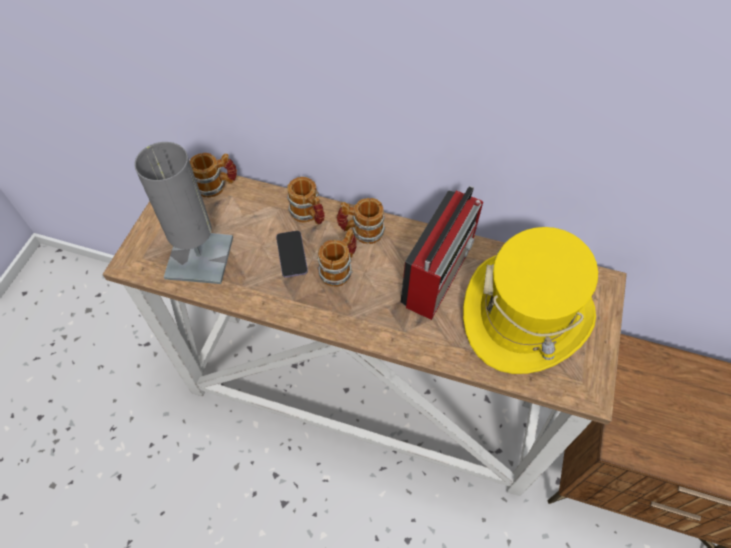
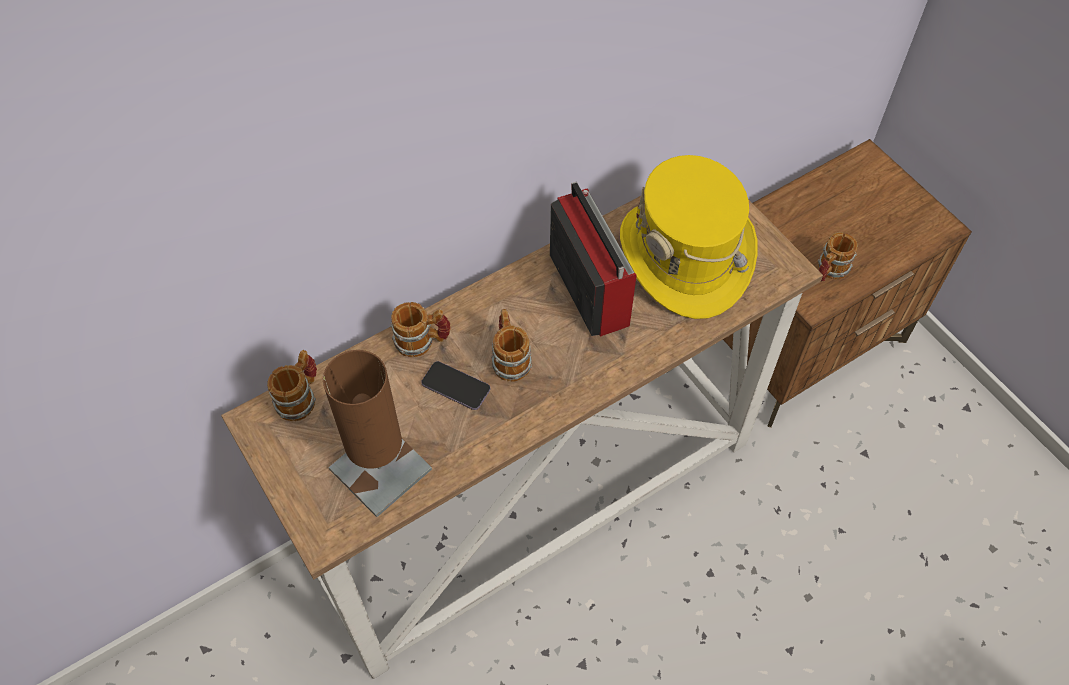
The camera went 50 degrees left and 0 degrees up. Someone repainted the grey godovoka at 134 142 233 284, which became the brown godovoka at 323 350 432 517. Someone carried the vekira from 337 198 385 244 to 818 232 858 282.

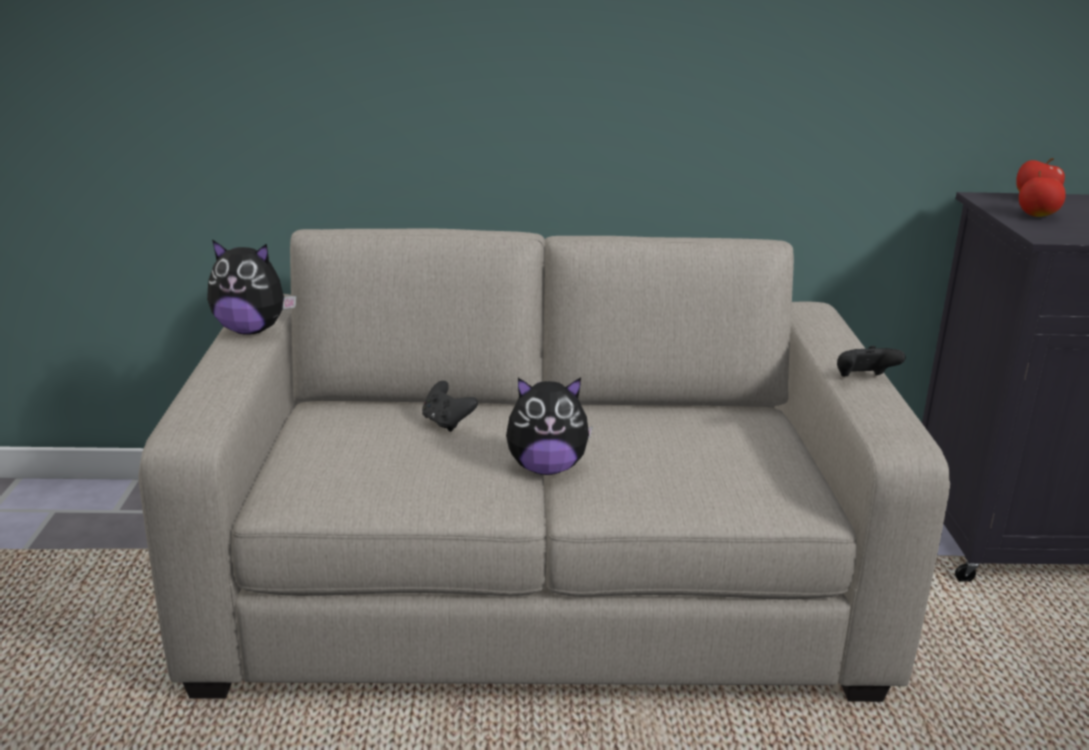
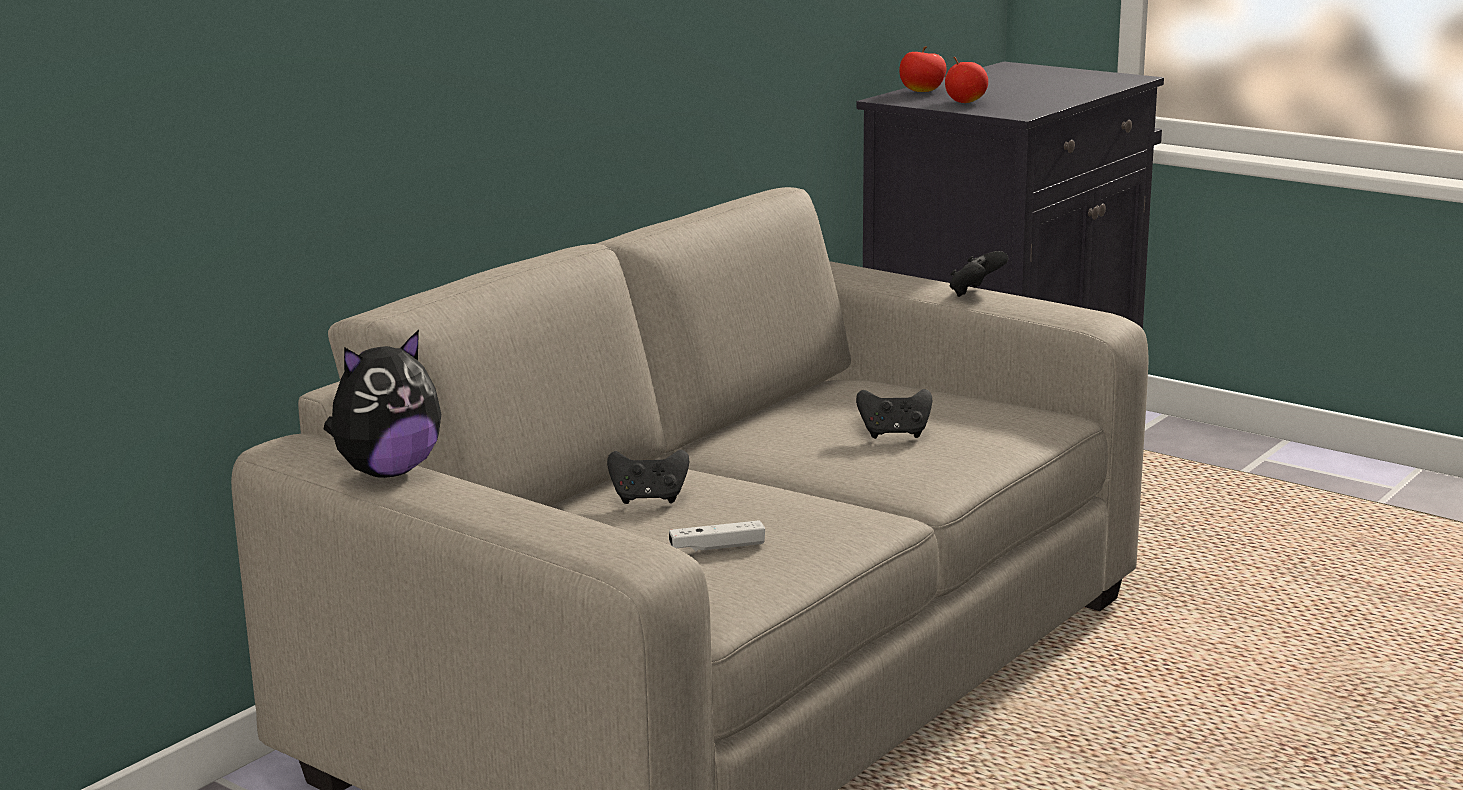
The camera went 50 degrees left and 5 degrees down. Someone took away the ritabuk at 506 378 593 475. Someone put down the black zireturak at 856 389 933 439. Someone put down the white zireturak at 669 520 765 551.

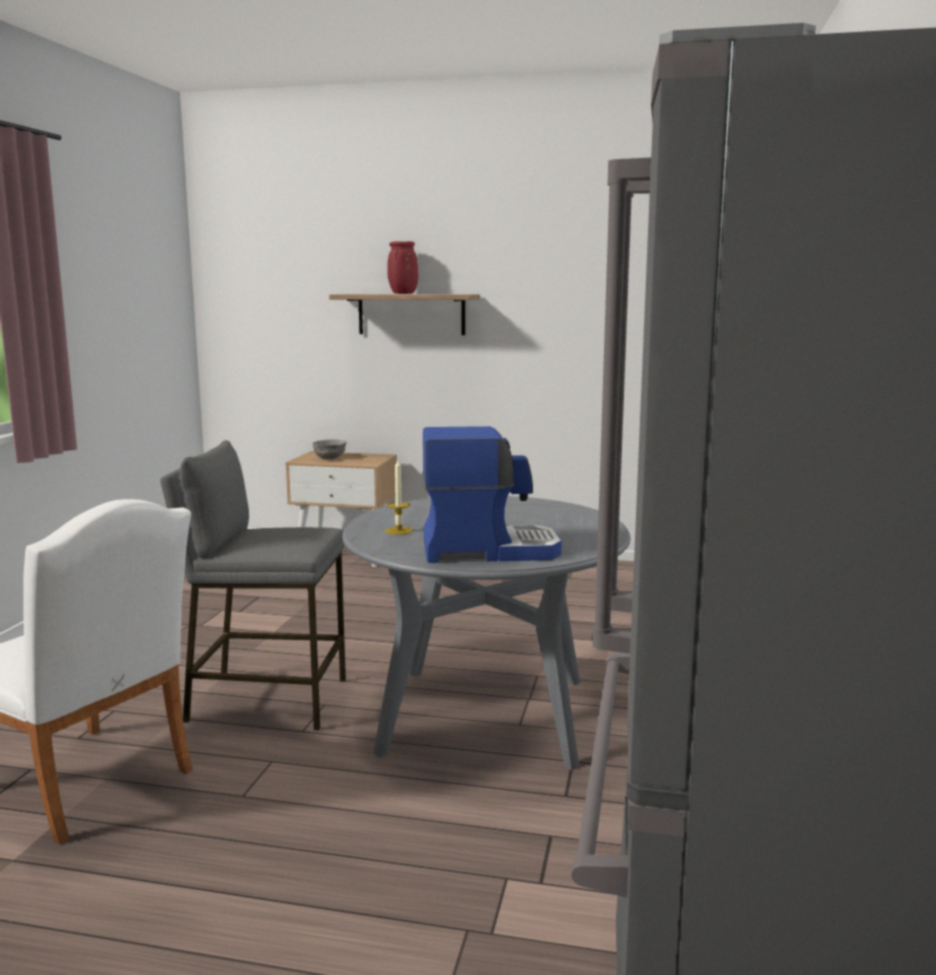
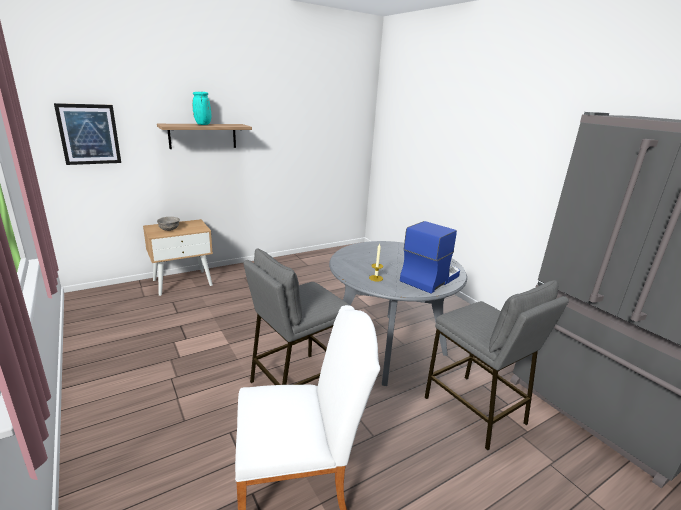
The camera went 45 degrees left and 10 degrees up. Someone repainted the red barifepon at 387 241 418 294, which became the turquoise barifepon at 192 92 211 125. Someone put up the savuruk at 54 103 121 165. Someone put down the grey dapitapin at 425 280 569 450.

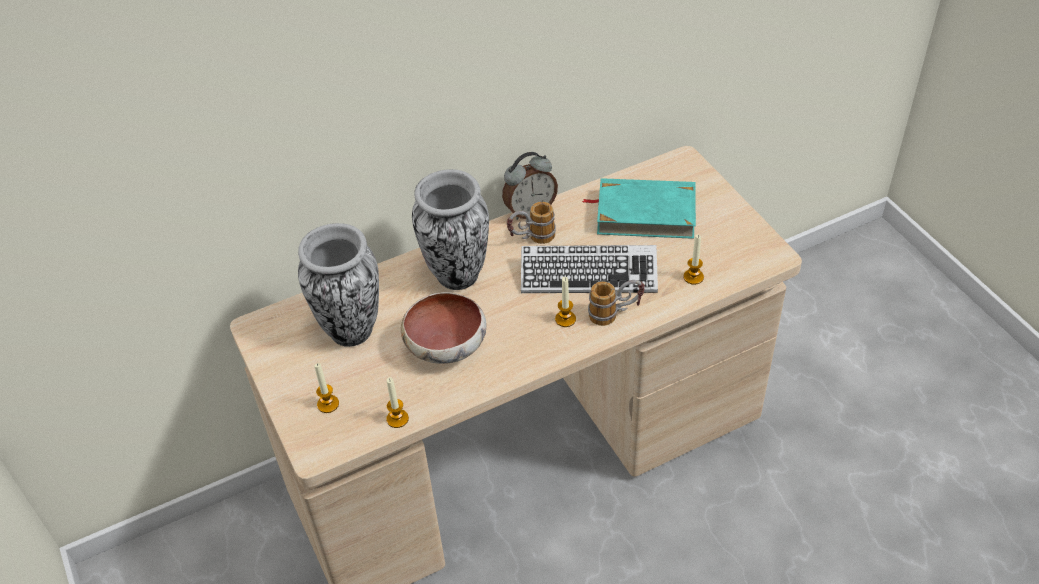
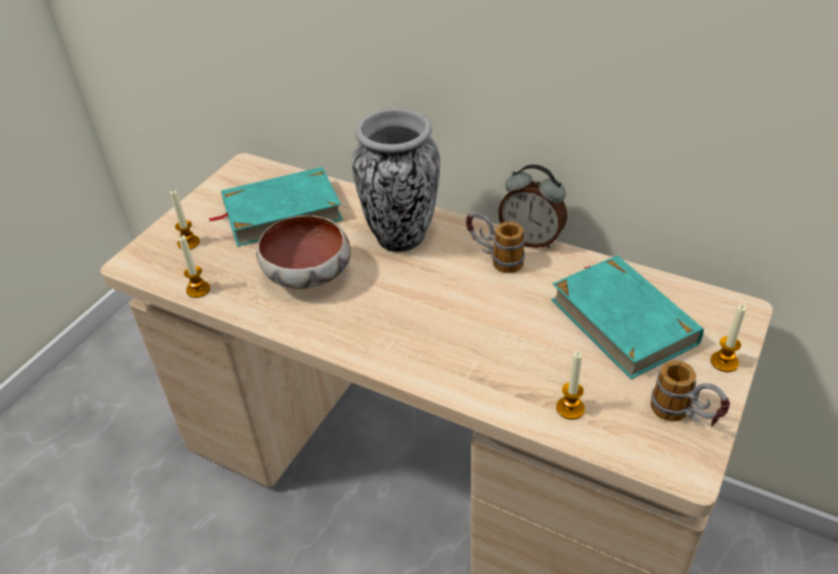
The camera went 55 degrees right and 5 degrees down. Someone swapped the barifepon at 298 223 379 347 for the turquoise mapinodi at 208 167 343 247. Someone took away the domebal at 521 245 658 293. Someone carried the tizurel from 555 277 576 327 to 711 304 746 372. Someone carried the vekira from 588 280 645 326 to 650 361 730 427.

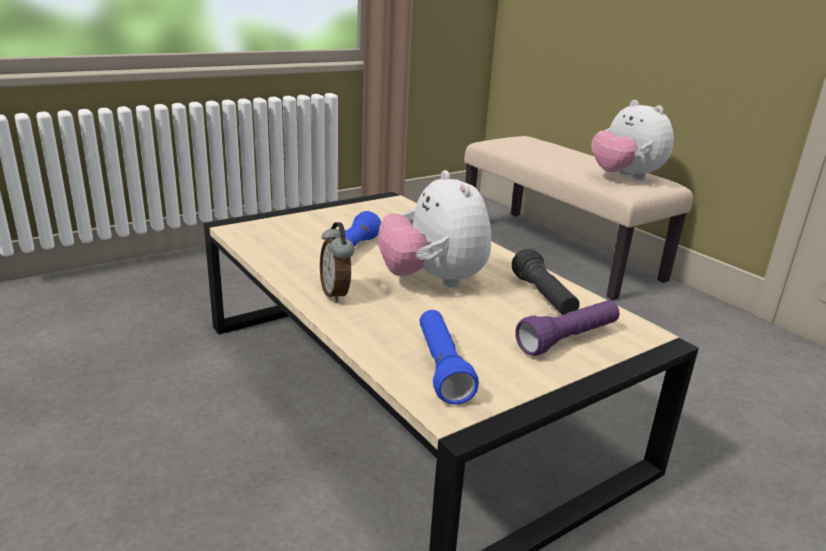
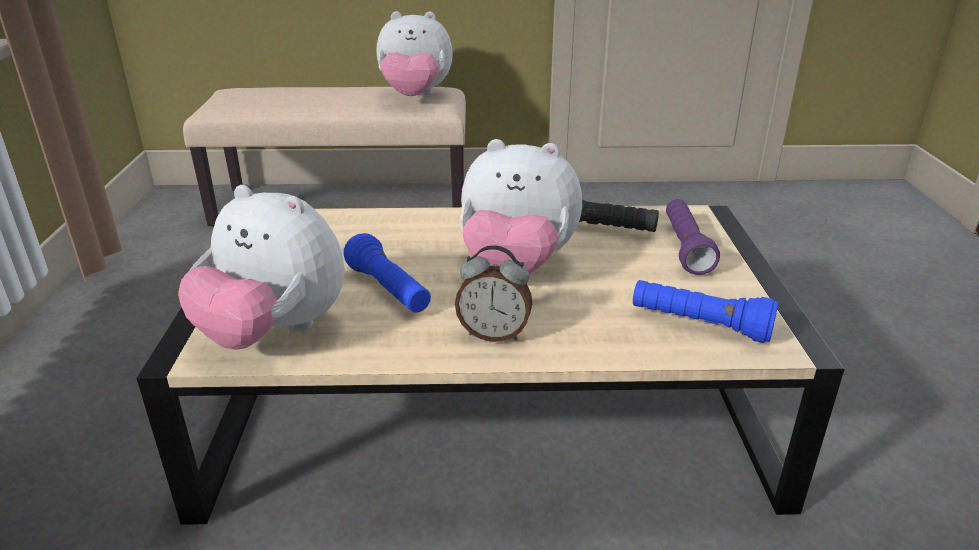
The camera went 55 degrees left and 5 degrees up. Someone put down the ritabuk at 178 185 344 350.

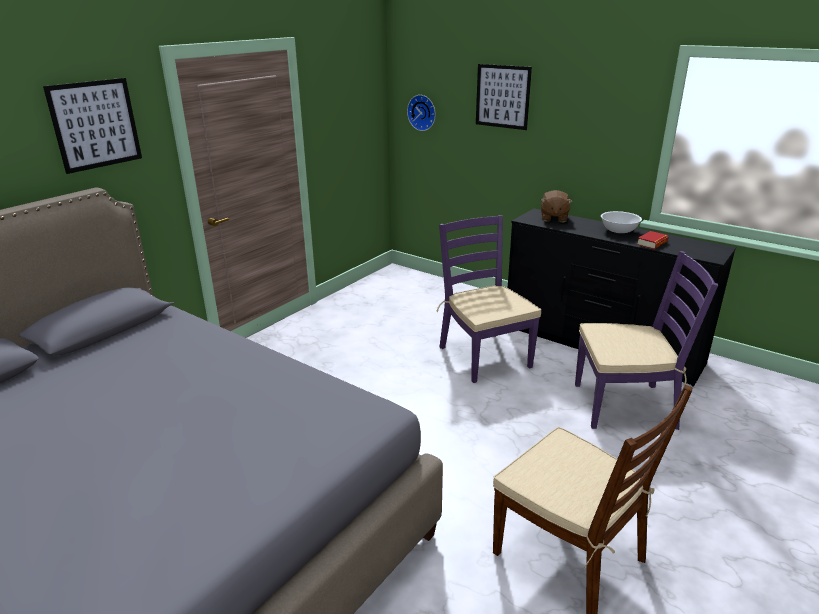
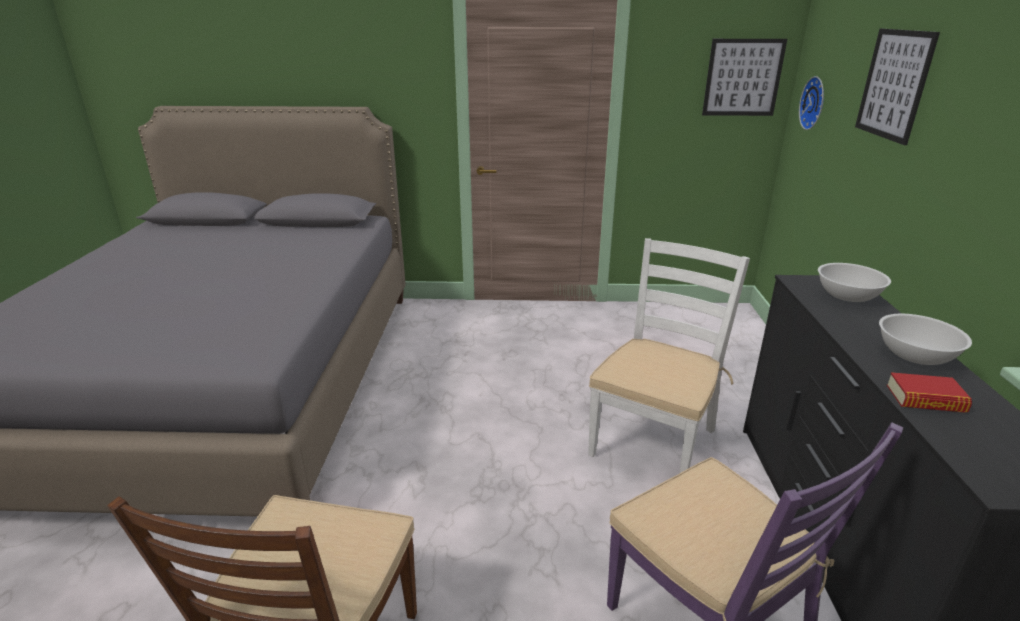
The camera went 55 degrees right and 0 degrees up. Someone carried the savuruk from 43 78 142 174 to 702 39 787 116. Someone swapped the brown ritabuk at 541 190 573 222 for the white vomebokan at 818 263 891 302. Someone repainted the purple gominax at 436 215 541 383, which became the white gominax at 588 238 750 474.

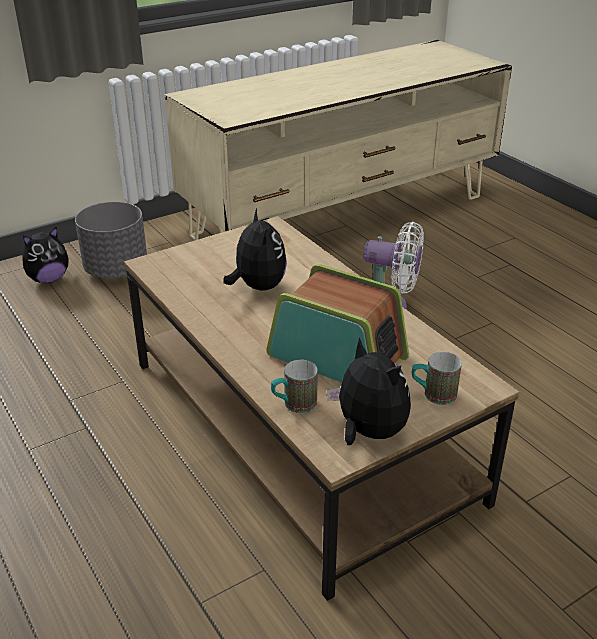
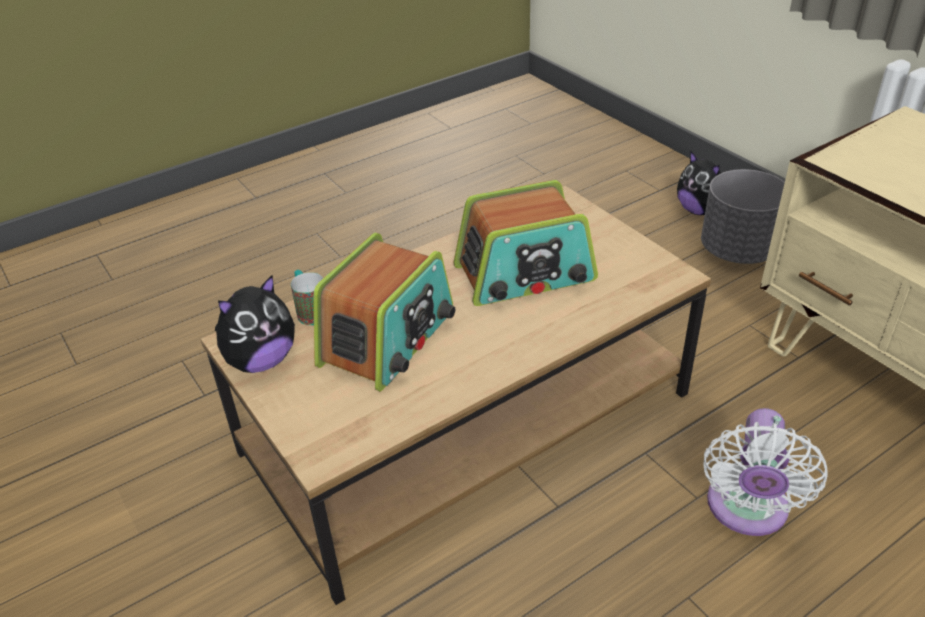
The camera went 90 degrees right and 5 degrees up. Someone swapped the ritabuk at 223 209 287 291 for the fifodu at 454 180 598 306. Someone took away the vekira at 412 352 462 405.

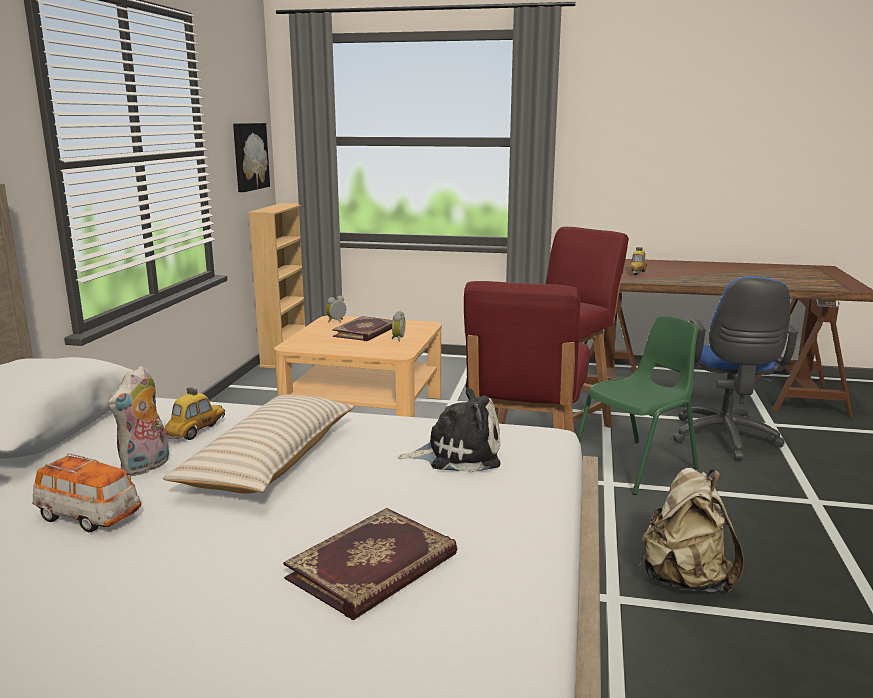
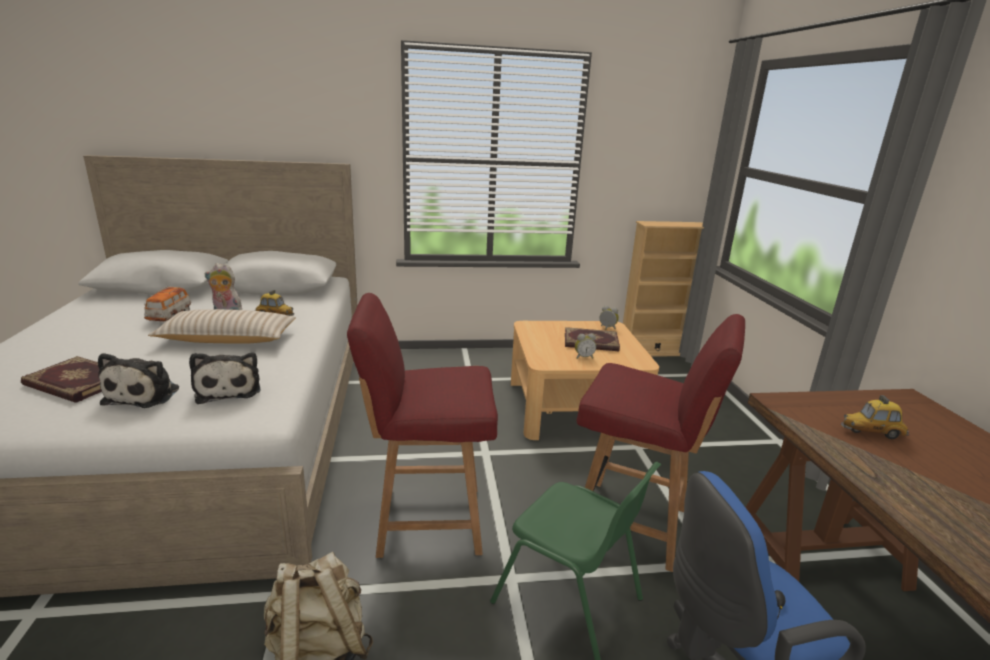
The camera went 70 degrees right and 5 degrees up. Someone took away the savuruk at 233 123 270 192. Someone put down the ritabuk at 98 353 179 408.

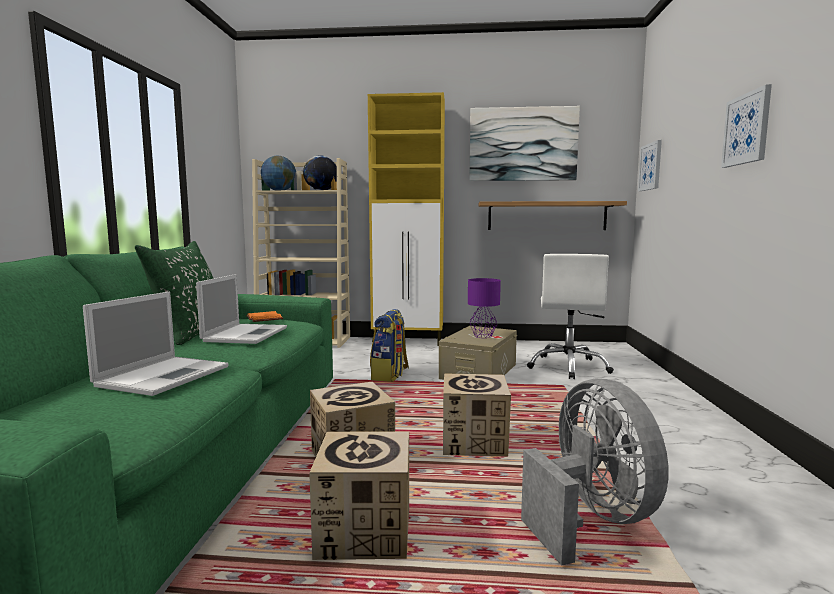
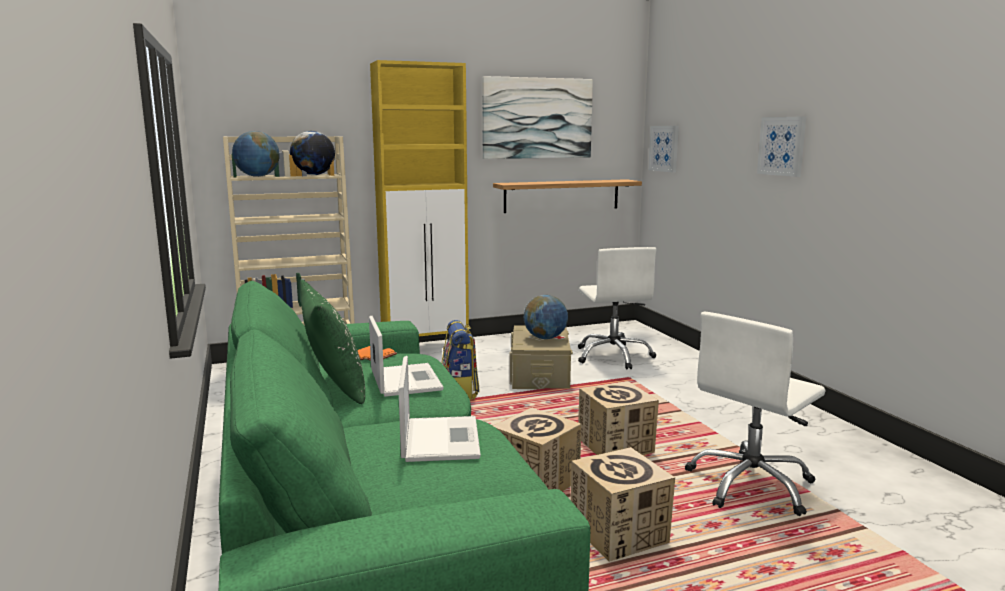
The camera went 25 degrees left and 5 degrees up. Someone swapped the purple godovoka at 468 278 501 338 for the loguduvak at 524 295 568 339. Someone swapped the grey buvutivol at 521 379 669 566 for the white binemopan at 685 312 826 516.

